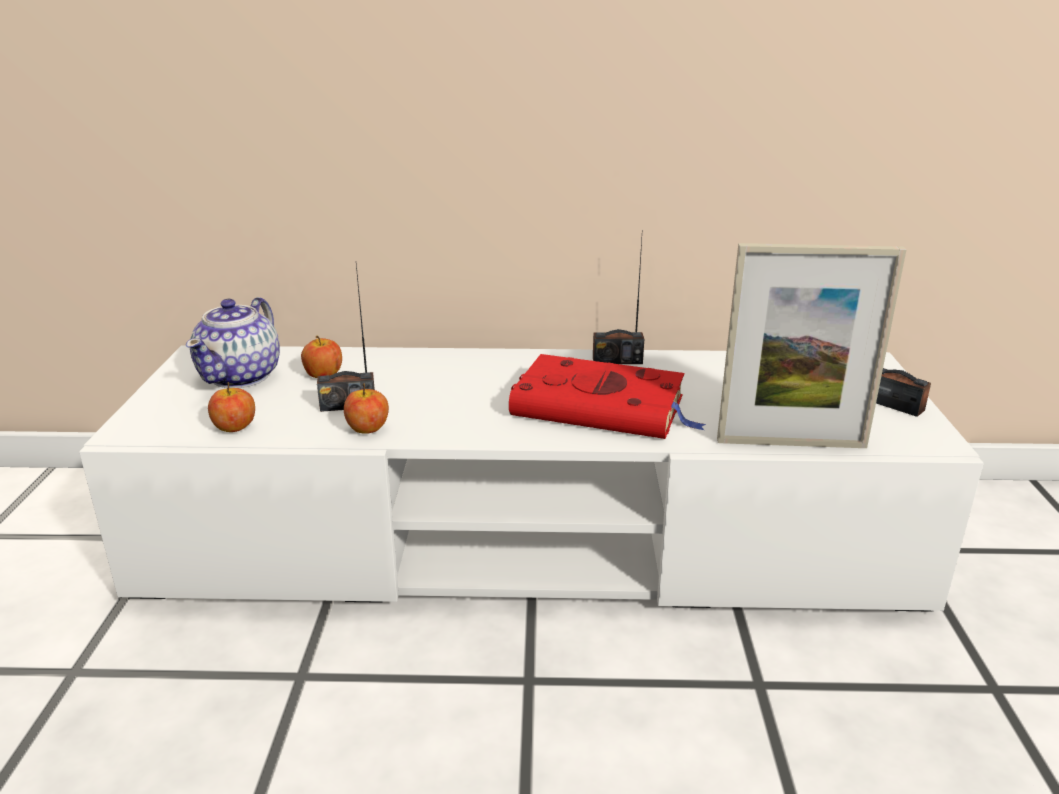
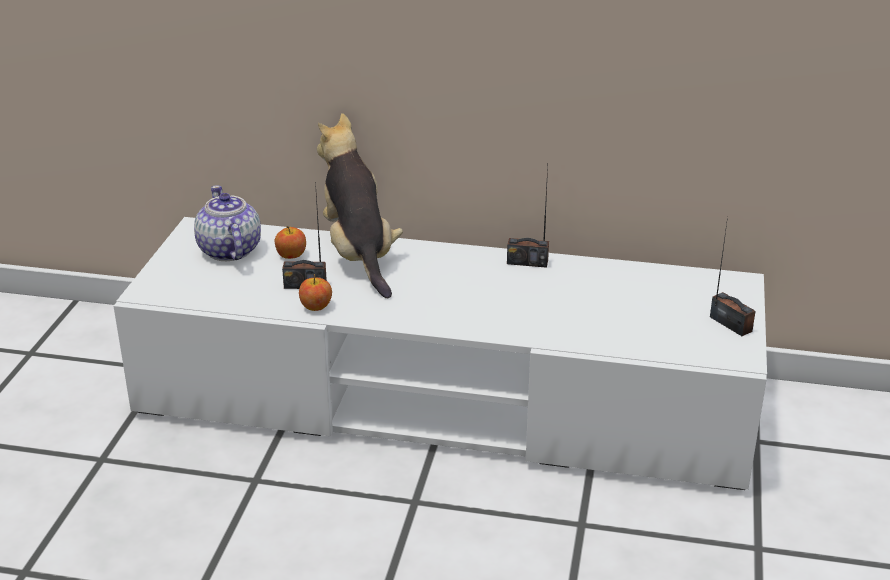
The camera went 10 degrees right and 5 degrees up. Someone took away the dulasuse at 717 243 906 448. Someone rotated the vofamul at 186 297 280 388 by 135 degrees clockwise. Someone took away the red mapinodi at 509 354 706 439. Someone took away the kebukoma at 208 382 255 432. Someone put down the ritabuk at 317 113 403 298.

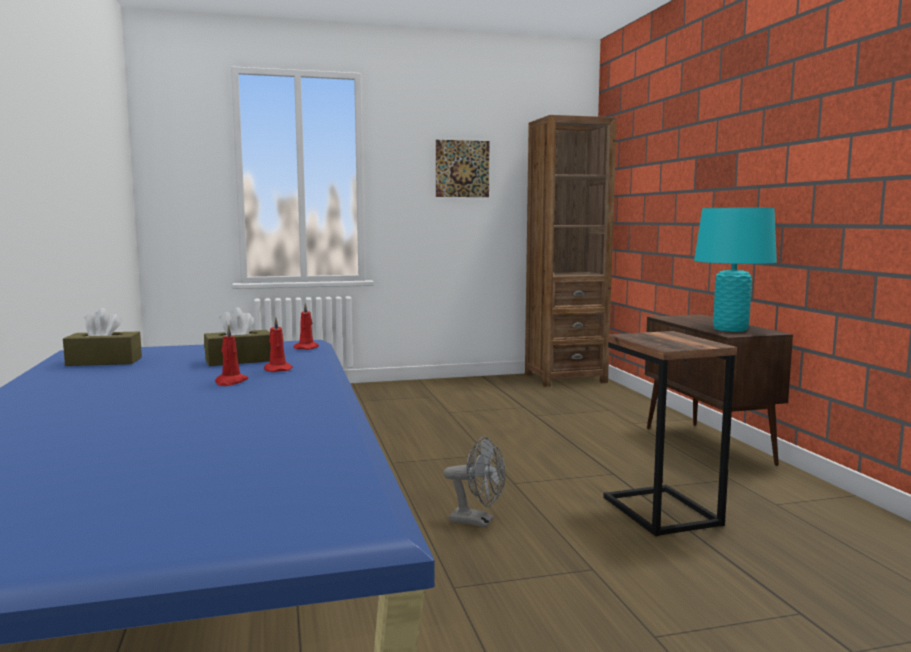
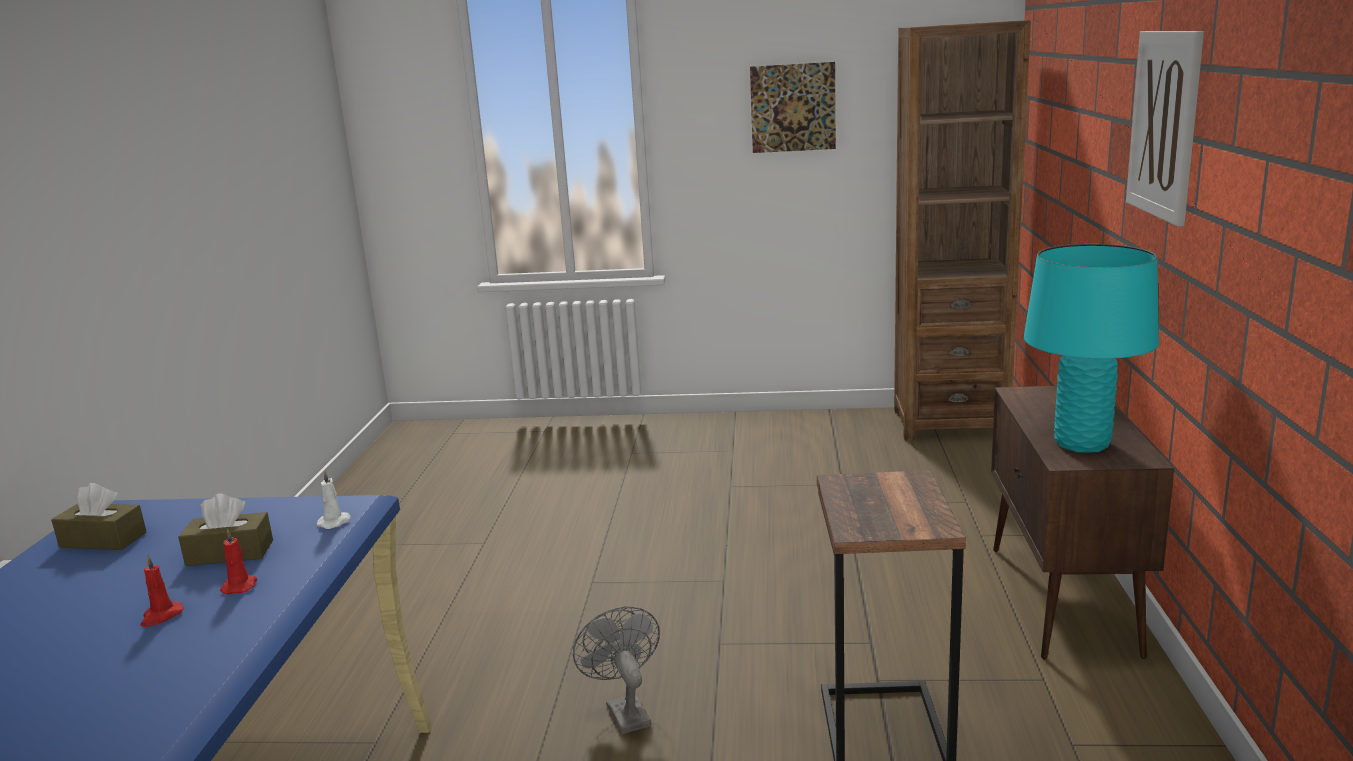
The camera went 20 degrees right and 10 degrees up. Someone repainted the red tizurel at 293 303 319 350, which became the white tizurel at 317 470 351 529. Someone rotated the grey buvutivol at 444 436 506 527 by 150 degrees counterclockwise. Someone put up the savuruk at 1126 31 1204 227.

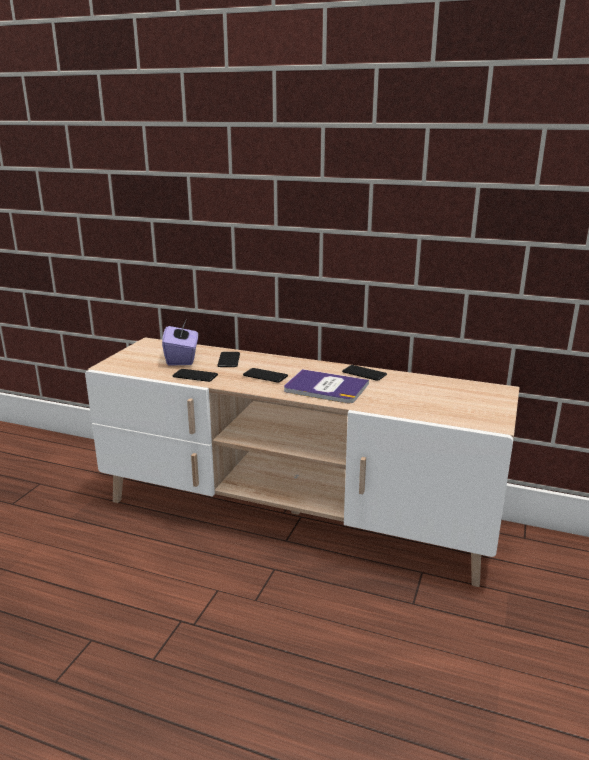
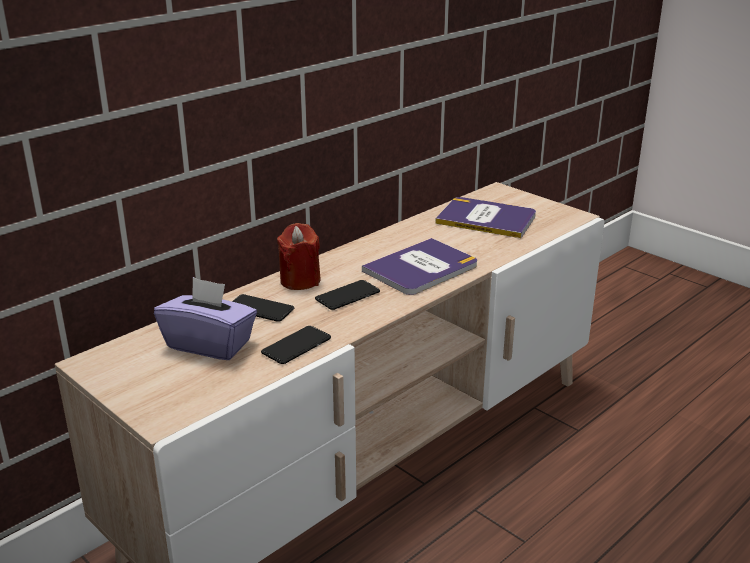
The camera went 65 degrees left and 5 degrees up. Someone took away the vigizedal at 342 365 387 381. Someone put down the mapinodi at 435 197 536 238. Someone put down the red tizurel at 277 223 321 290.

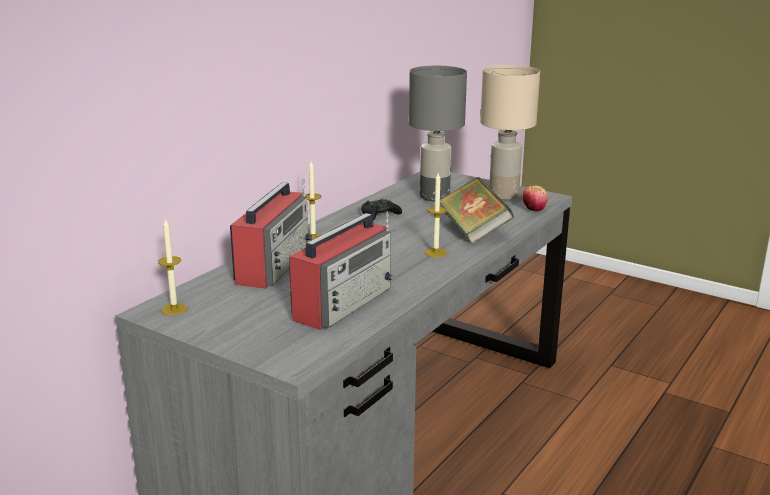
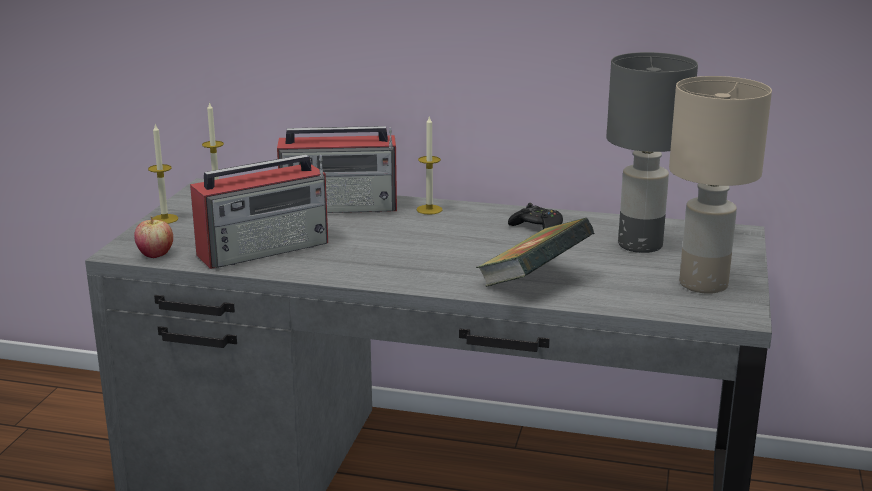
The camera went 70 degrees right and 0 degrees up. Someone carried the tizurel from 425 173 447 257 to 148 123 178 224. Someone carried the kebukoma from 522 185 548 212 to 134 217 173 258. Someone rotated the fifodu at 289 211 393 330 by 45 degrees counterclockwise.

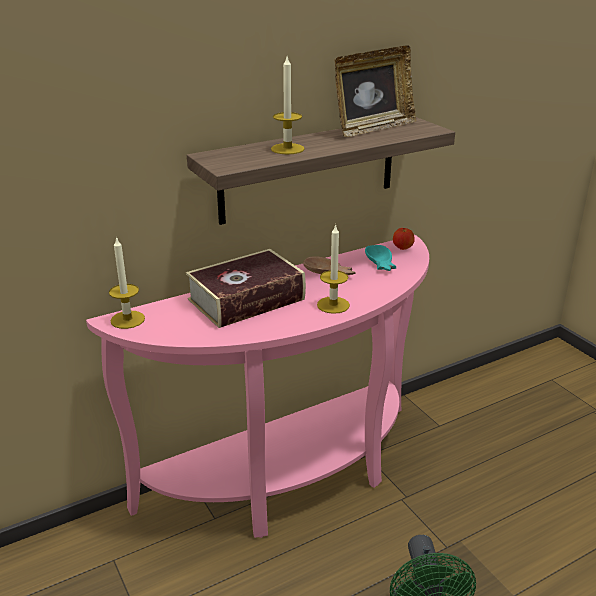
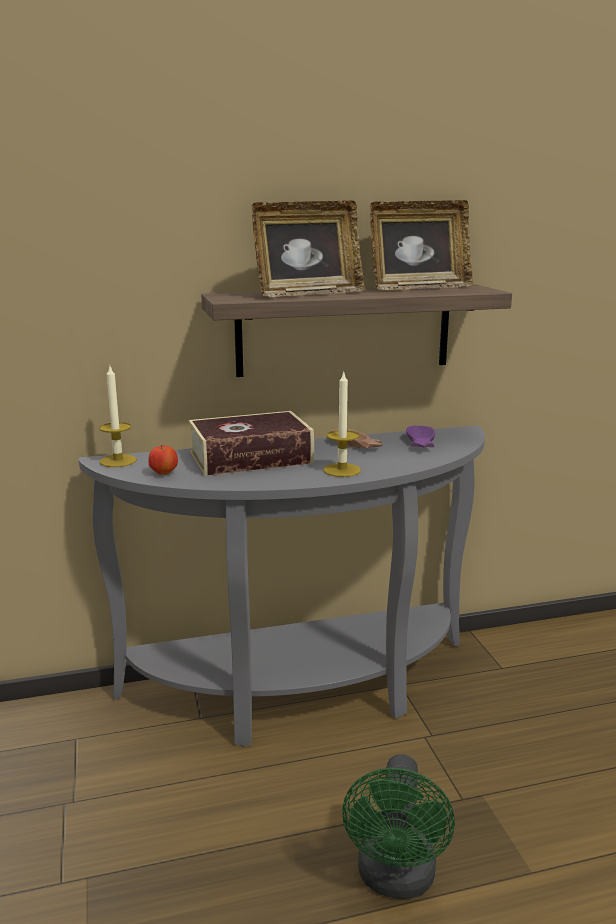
The camera went 15 degrees right and 10 degrees down. Someone swapped the tizurel at 271 57 305 154 for the dulasuse at 252 201 365 297. Someone carried the kebukoma from 393 228 415 250 to 148 444 178 475. Someone repainted the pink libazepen at 86 235 429 538, which became the grey libazepen at 79 425 485 747. Someone repainted the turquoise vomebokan at 365 245 396 271, which became the purple vomebokan at 406 426 435 448.

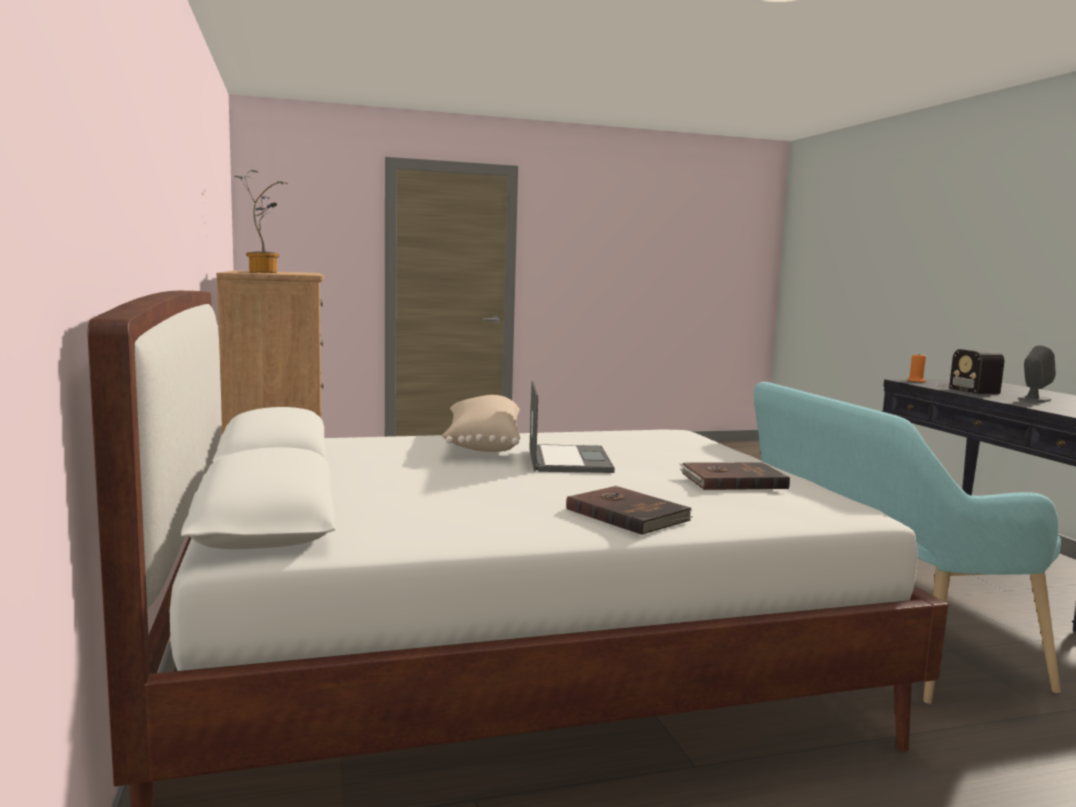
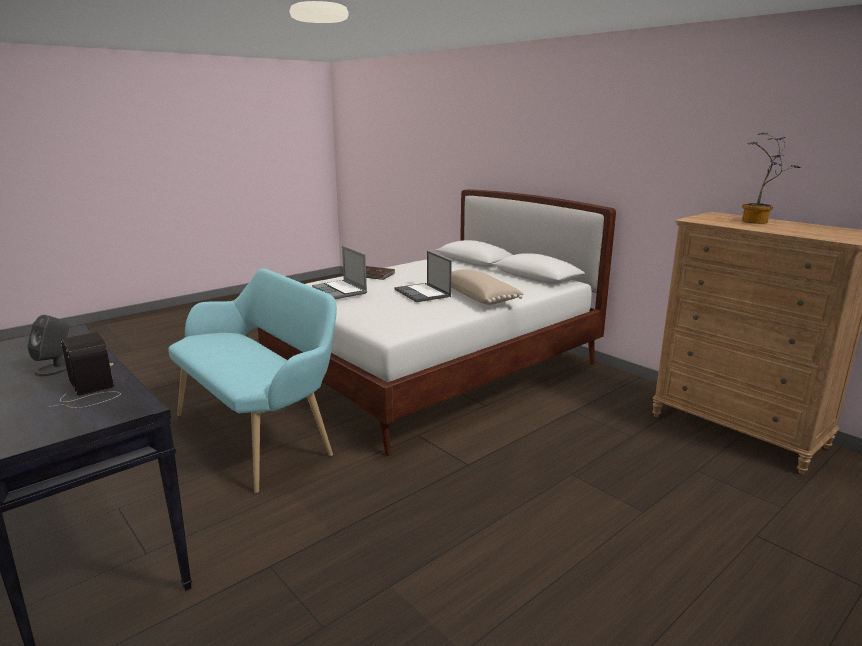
The camera went 155 degrees right and 10 degrees up. Someone took away the orange tizurel at 908 353 926 382. Someone swapped the brown mapinodi at 680 462 790 490 for the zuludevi at 312 246 367 299.

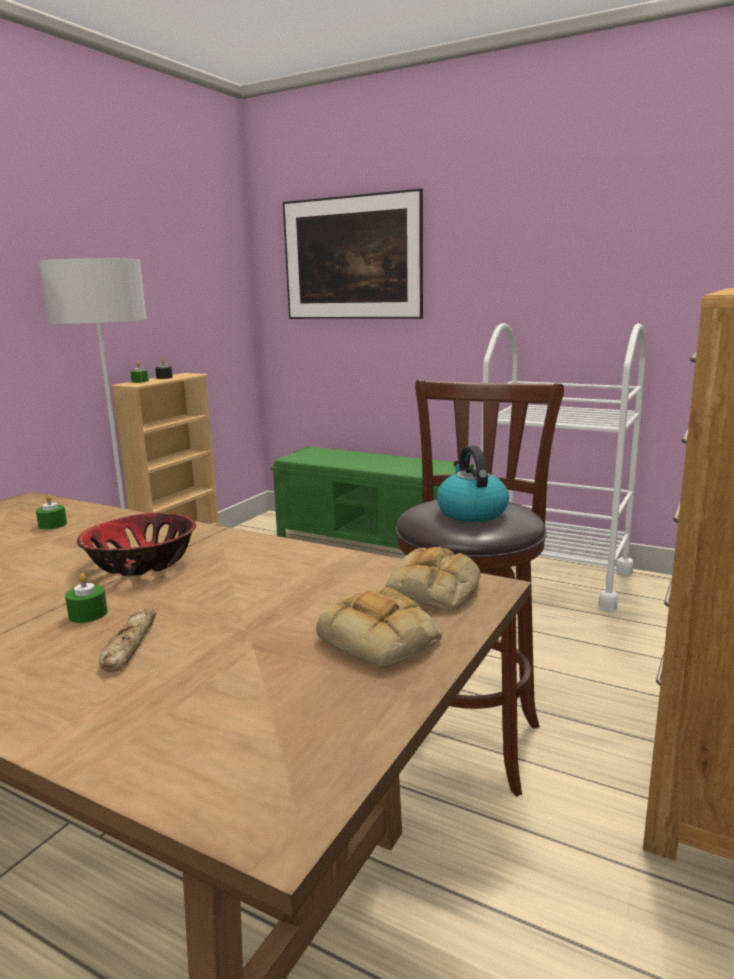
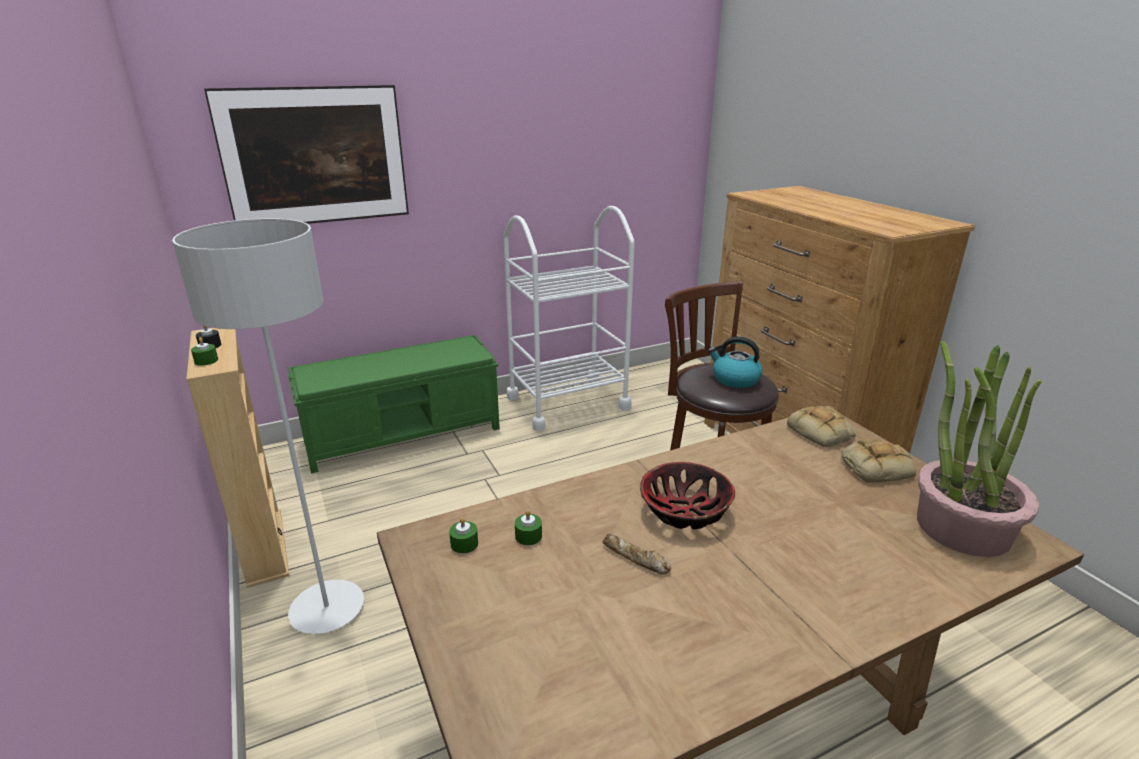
The camera went 55 degrees left and 10 degrees up. Someone carried the green tizurel from 65 573 108 623 to 449 518 478 554. Someone carried the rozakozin from 99 608 156 672 to 602 534 671 574. Someone put down the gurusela at 917 341 1042 557.

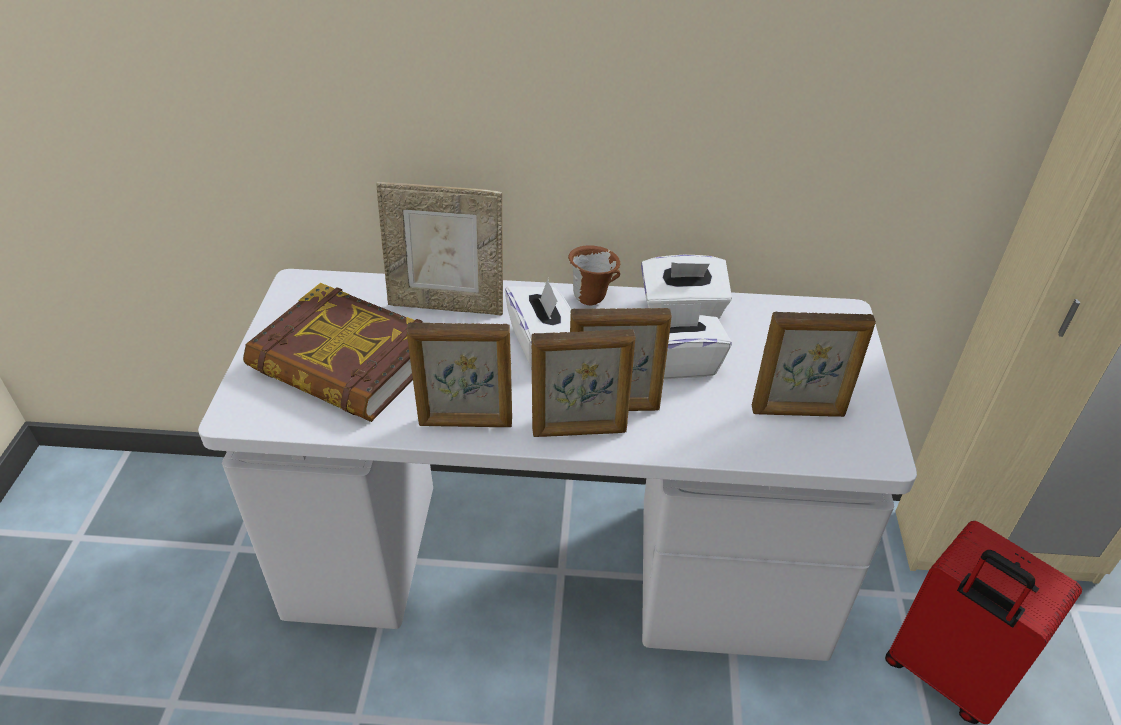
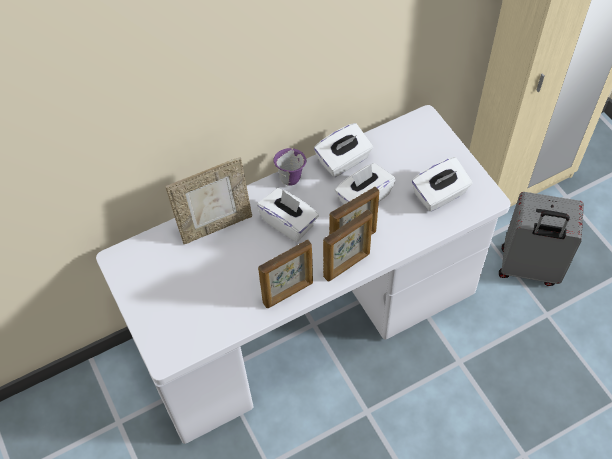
The camera went 30 degrees left and 15 degrees up. Someone repainted the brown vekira at 568 245 620 305, which became the purple vekira at 273 148 306 186. Someone took away the mapinodi at 243 283 423 422. Someone swapped the dulasuse at 752 312 876 417 for the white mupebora at 412 157 473 212. Someone repainted the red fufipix at 885 521 1082 724, which became the grey fufipix at 499 192 584 286.

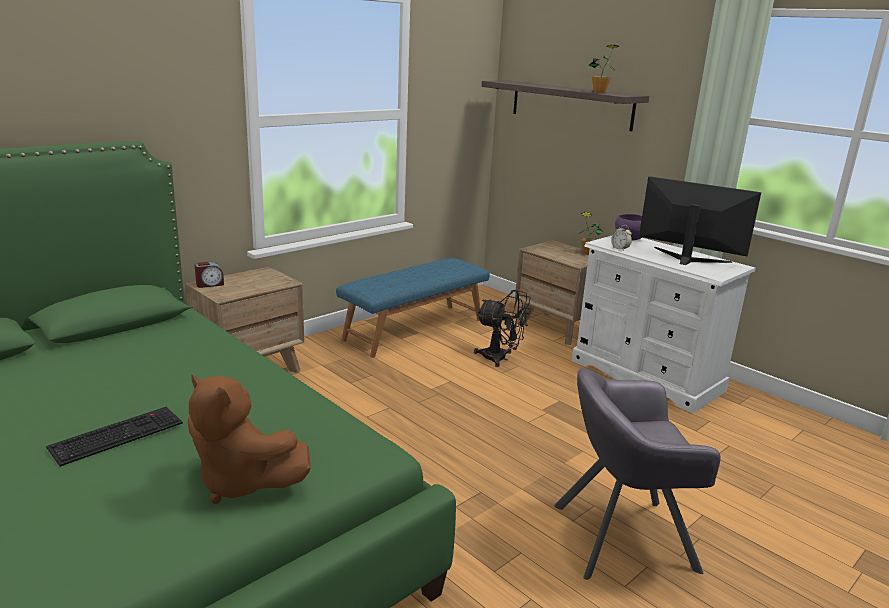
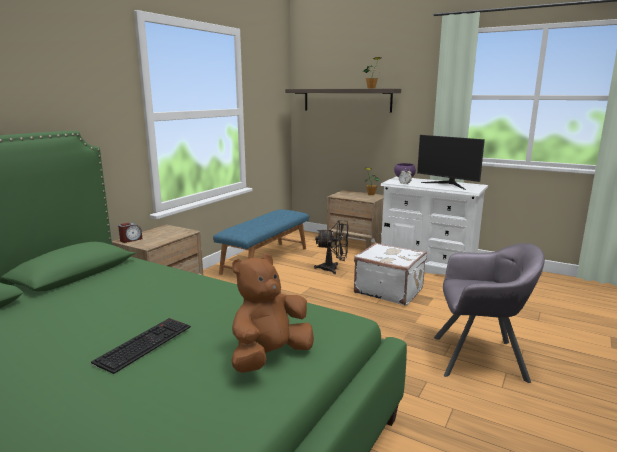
The camera went 15 degrees left and 5 degrees down. Someone rotated the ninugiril at 639 176 761 265 by 150 degrees counterclockwise. Someone rotated the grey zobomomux at 554 368 721 580 by 150 degrees counterclockwise. Someone rotated the brown ritabuk at 188 375 311 504 by 120 degrees clockwise. Someone put down the white fufipix at 354 243 427 306.

